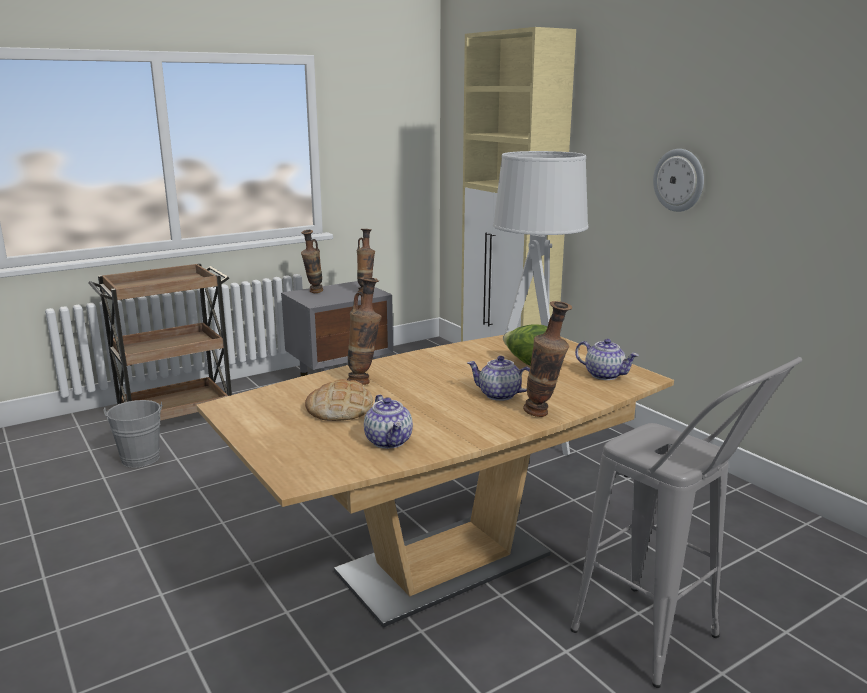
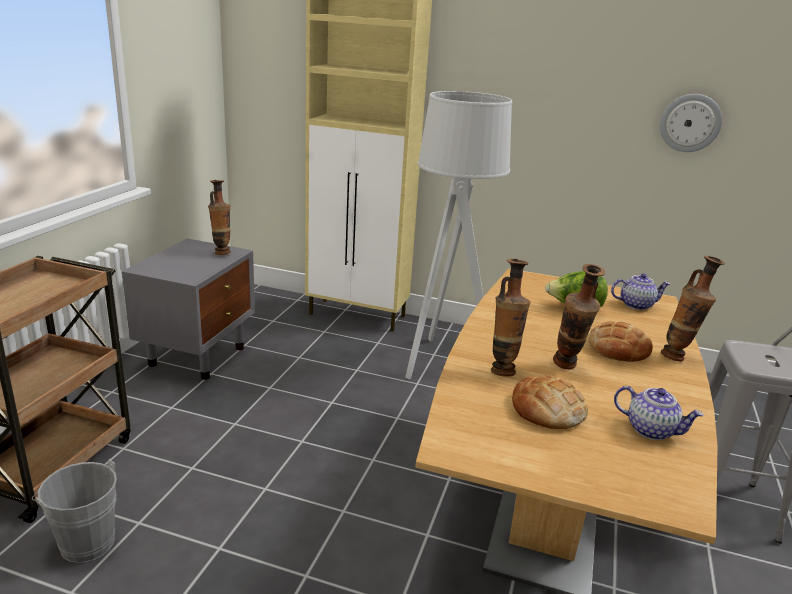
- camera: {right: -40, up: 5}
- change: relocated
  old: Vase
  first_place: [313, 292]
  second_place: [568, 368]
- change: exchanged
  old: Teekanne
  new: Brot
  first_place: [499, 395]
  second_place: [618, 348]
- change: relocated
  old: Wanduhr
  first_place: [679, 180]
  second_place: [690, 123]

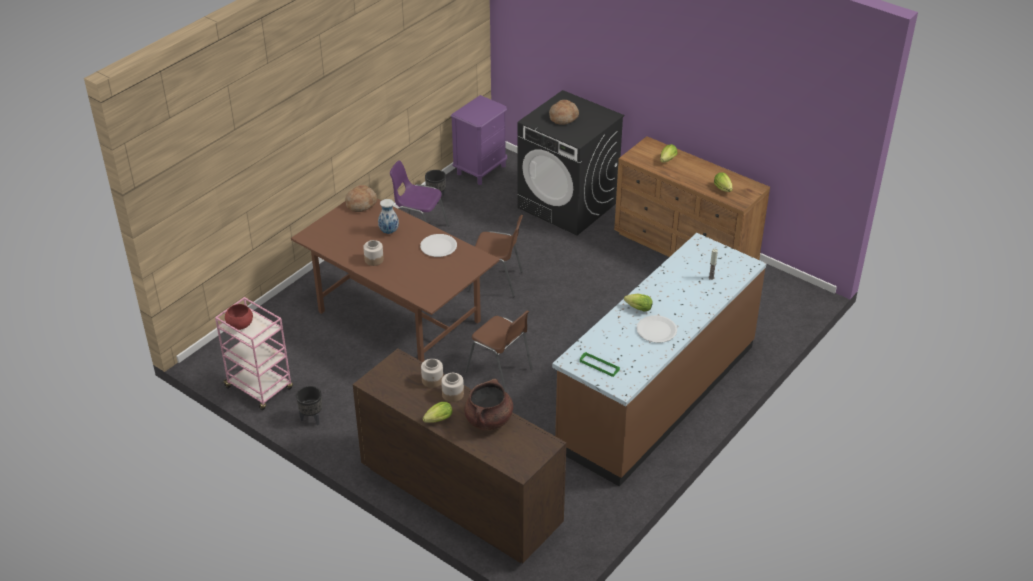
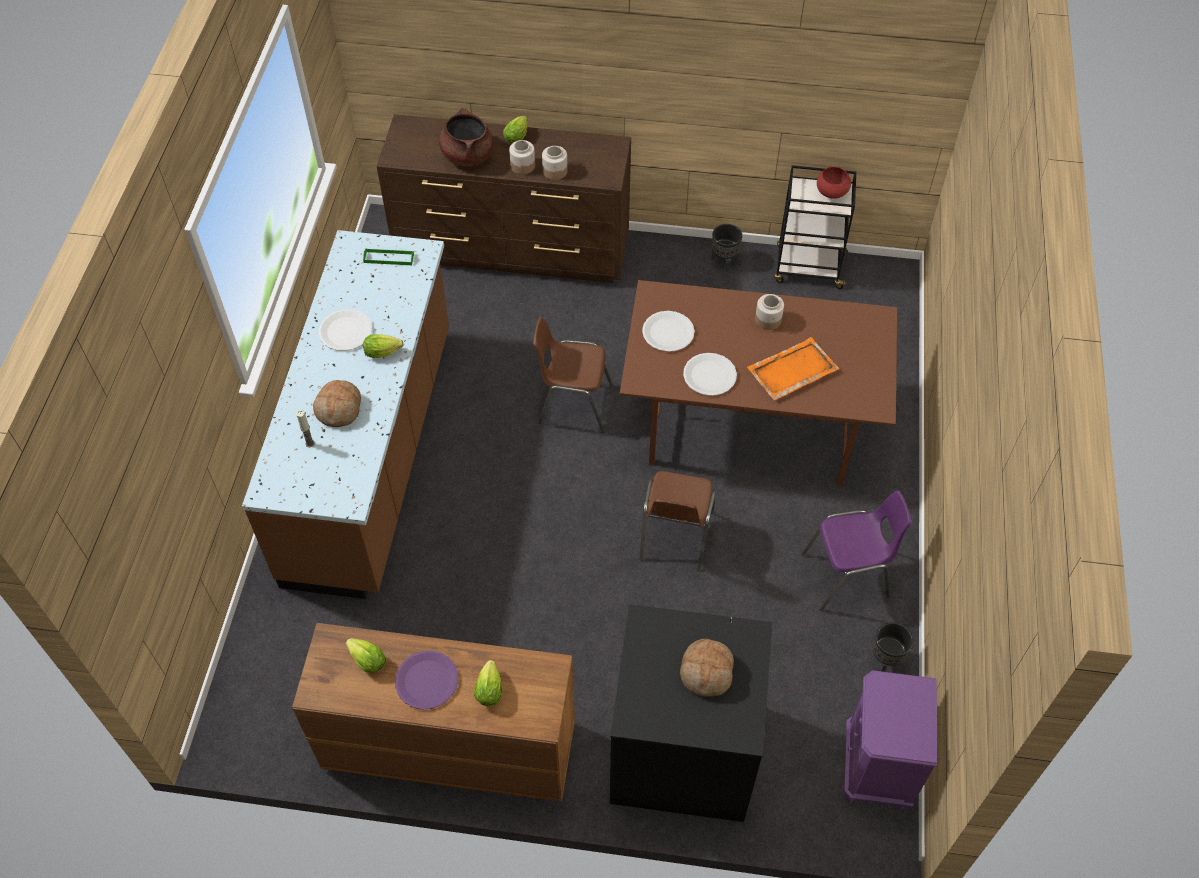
- camera: {right: 150, up: 15}
- change: relocated
  old: Brot
  first_place: [361, 203]
  second_place: [339, 408]
- change: appeared
  new: Teller (lila)
  second_place: [427, 680]
- change: spun
  old: Stuhl (braun)
  first_place: [497, 282]
  second_place: [674, 537]
  degrees: -60
- change: appeared
  new: Teller (weiß)
  second_place: [668, 332]
- change: exchanged
  old: Vase
  new: Tablett (orange)
  first_place: [389, 231]
  second_place: [791, 371]
- change: colour
  old: Rollwagen (rosa)
  new: Rollwagen (schwarz)
  first_place: [260, 388]
  second_place: [808, 268]

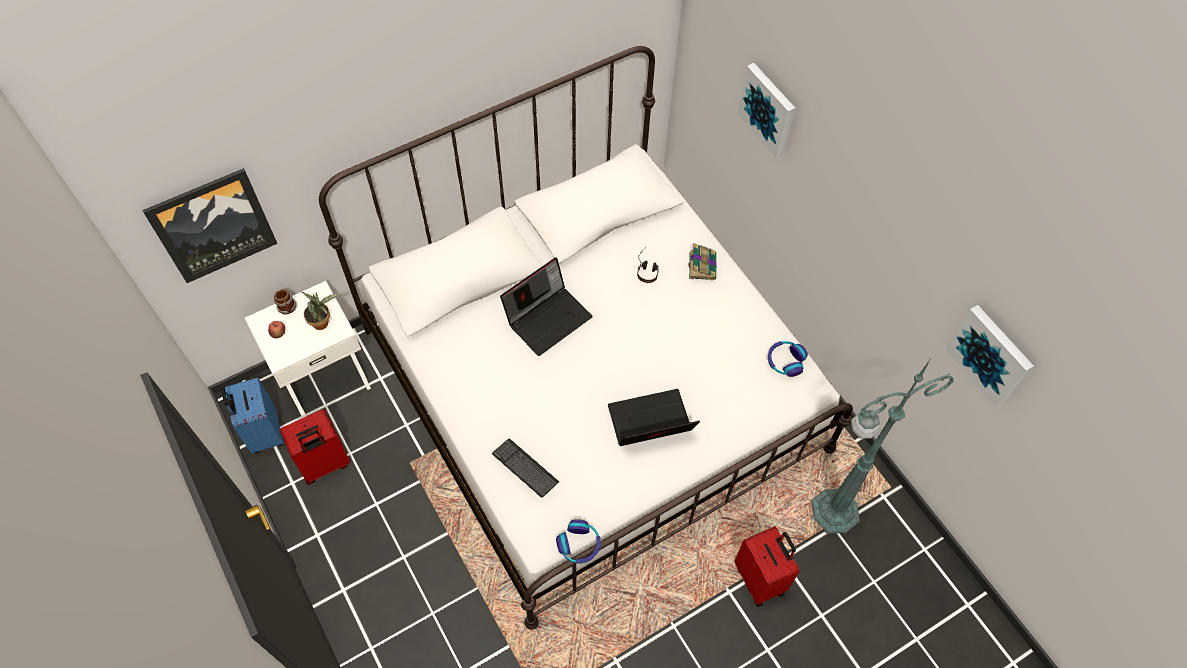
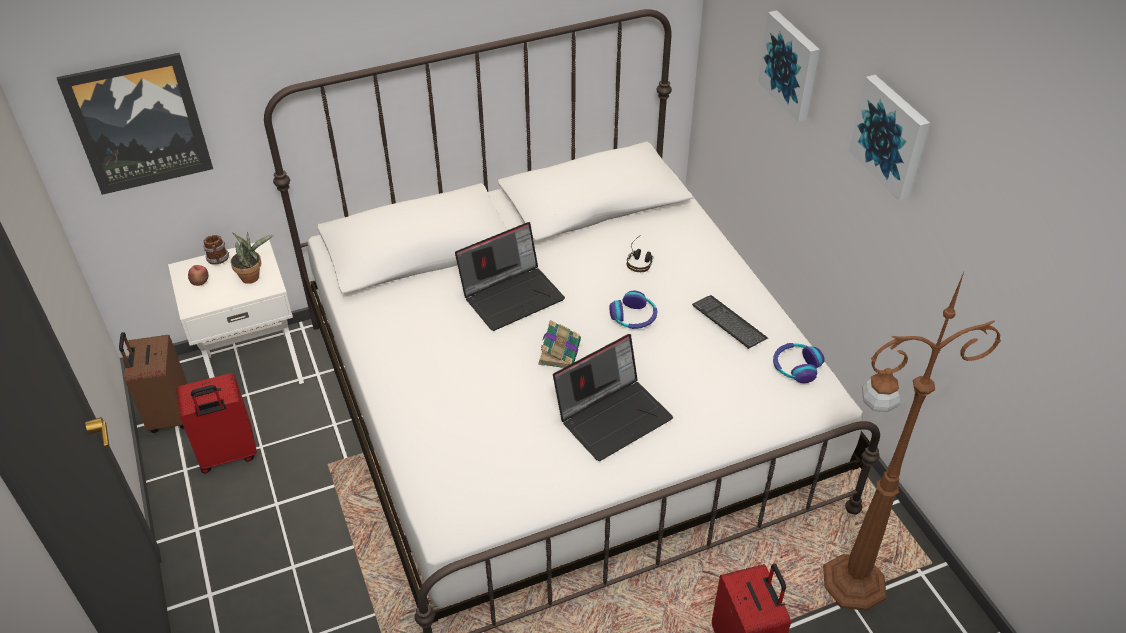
- camera: {right: 10, up: -15}
- change: colour
  old: Koffer (blau)
  new: Koffer (braun)
  first_place: [264, 433]
  second_place: [169, 414]
- change: relocated
  old: Buch
  first_place: [702, 265]
  second_place: [559, 351]
- change: spun
  old: Laptop
  first_place: [649, 424]
  second_place: [613, 415]
  degrees: 150
- change: relocated
  old: Kopfhörer
  first_place: [579, 544]
  second_place: [633, 317]
- change: relocated
  old: Tastatur
  first_place: [525, 468]
  second_place: [729, 323]
- change: colour
  old: Stehlampe (grün)
  new: Stehlampe (braun)
  first_place: [832, 512]
  second_place: [850, 583]
- change: relocated
  old: Bild
  first_place: [990, 354]
  second_place: [892, 136]

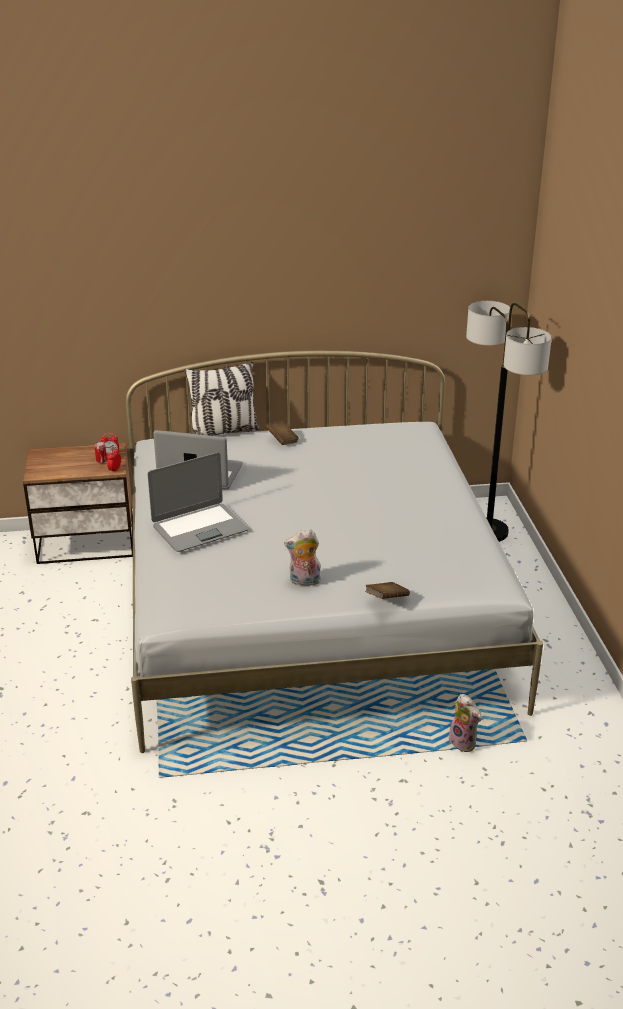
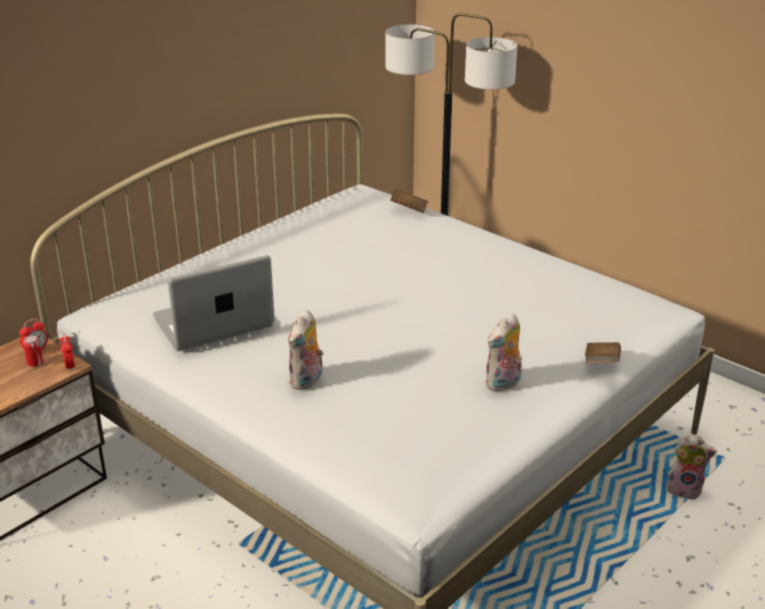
- camera: {right: -40, up: 0}
- change: exchanged
  old: Laptop
  new: Plüschtier
  first_place: [199, 528]
  second_place: [307, 381]
- change: relocated
  old: Buch (braun)
  first_place: [282, 440]
  second_place: [409, 210]
- change: missing
  old: Kissen
  first_place: [224, 432]

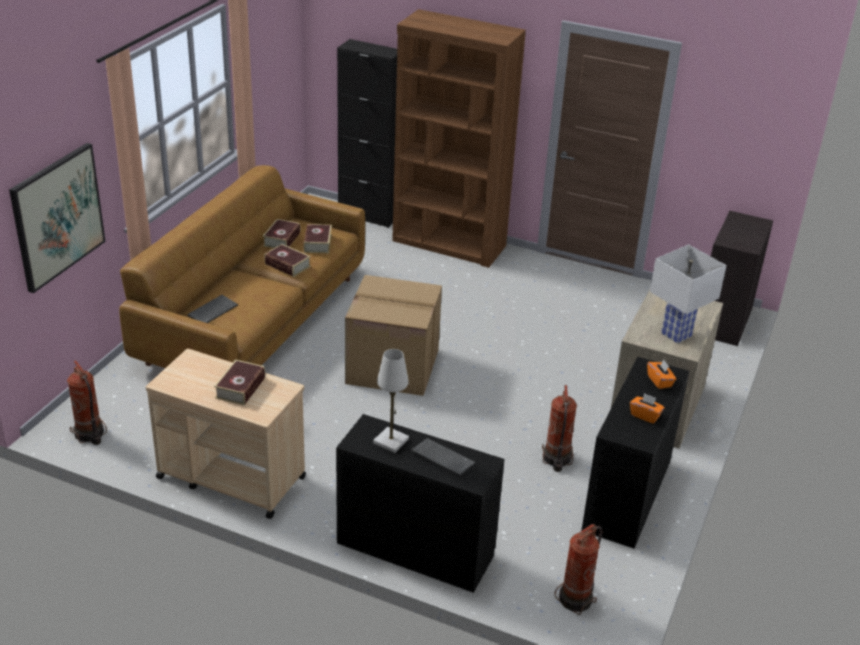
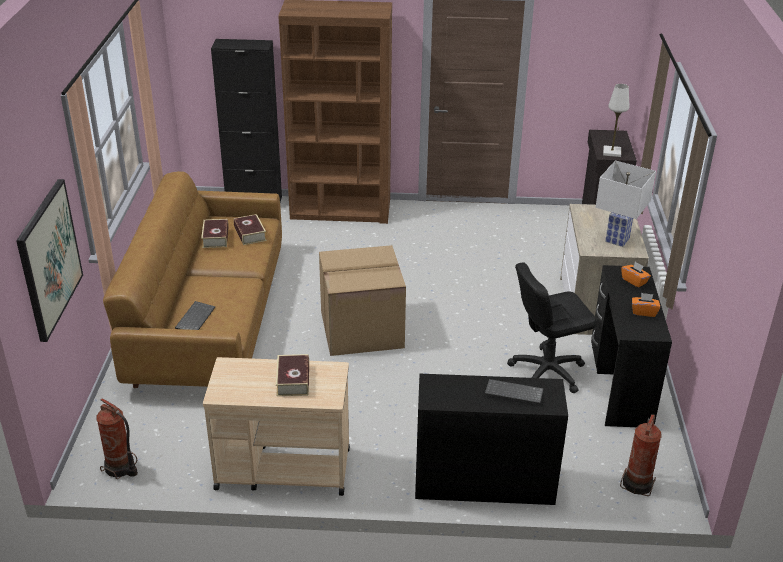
- camera: {right: -20, up: 0}
- change: exchanged
  old: Feuerlöscher
  new: Bürostuhl (schwarz)
  first_place: [556, 459]
  second_place: [547, 372]
- change: relocated
  old: Tischlampe (weiß)
  first_place: [391, 441]
  second_place: [612, 152]
- change: missing
  old: Buch
  first_place: [287, 265]

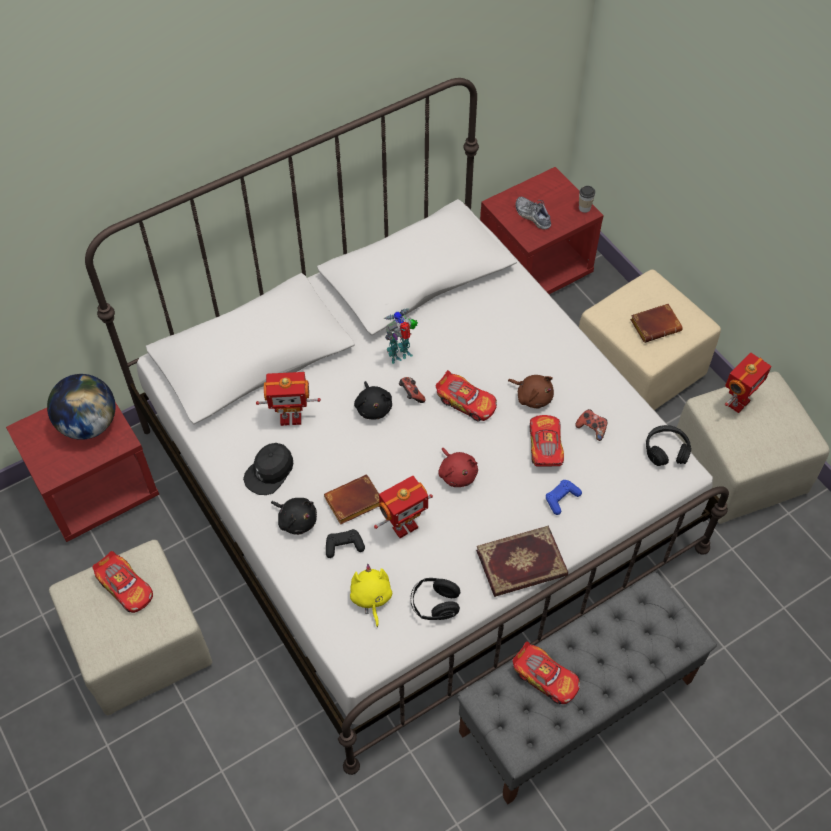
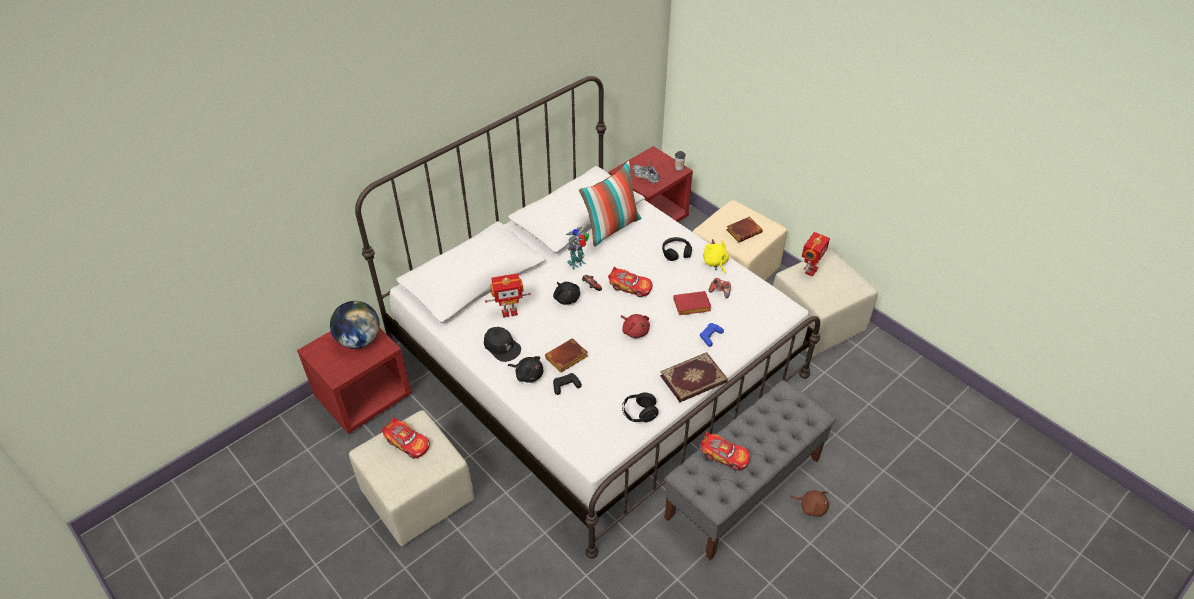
- camera: {right: -10, up: -10}
- change: spun
  old: Kappe (schwarz)
  first_place: [269, 472]
  second_place: [502, 347]
  degrees: -75
- change: appeared
  new: Kissen
  second_place: [611, 227]
- change: relocated
  old: Kopfhörer (schwarz)
  first_place: [666, 450]
  second_place: [676, 252]
- change: exchanged
  old: Spielzeugauto
  new: Buch (rot)
  first_place: [545, 446]
  second_place: [691, 306]
- change: relocated
  old: Plüschtier (gelb)
  first_place: [371, 598]
  second_place: [715, 263]
- change: relocated
  old: Plüschtier (braun)
  first_place: [532, 396]
  second_place: [811, 507]
- change: missing
  old: Spielzeugroboter
  first_place: [404, 526]

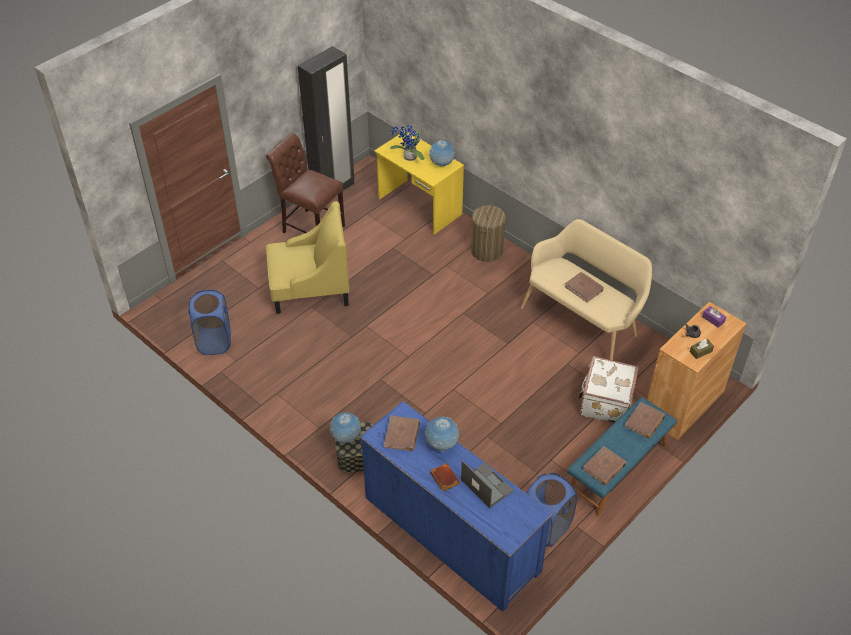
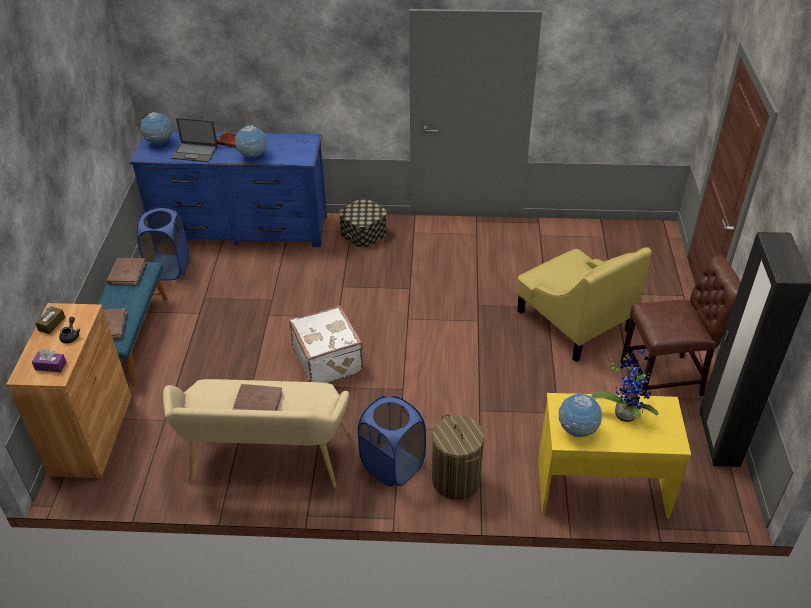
- camera: {right: 140, up: -5}
- change: relocated
  old: Globus
  first_place: [346, 437]
  second_place: [160, 143]
- change: relocated
  old: Koffer (weiß)
  first_place: [605, 402]
  second_place: [329, 360]
- change: relocated
  old: Wäschekorb (blau)
  first_place: [214, 341]
  second_place: [393, 465]
- change: spun
  old: Sessel (gelb)
  first_place: [309, 288]
  second_place: [573, 321]
  degrees: -75
- change: missing
  old: Buch (braun)
  first_place: [402, 435]

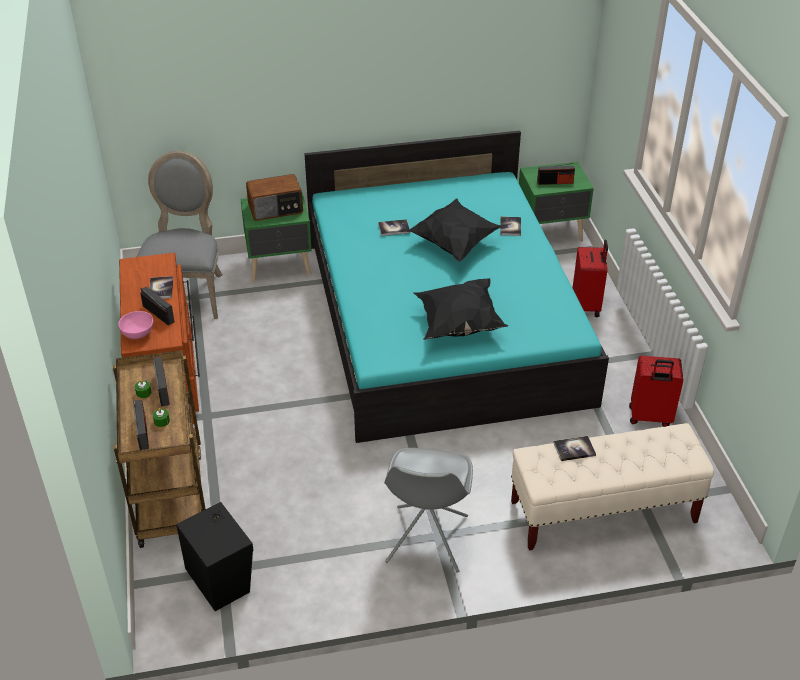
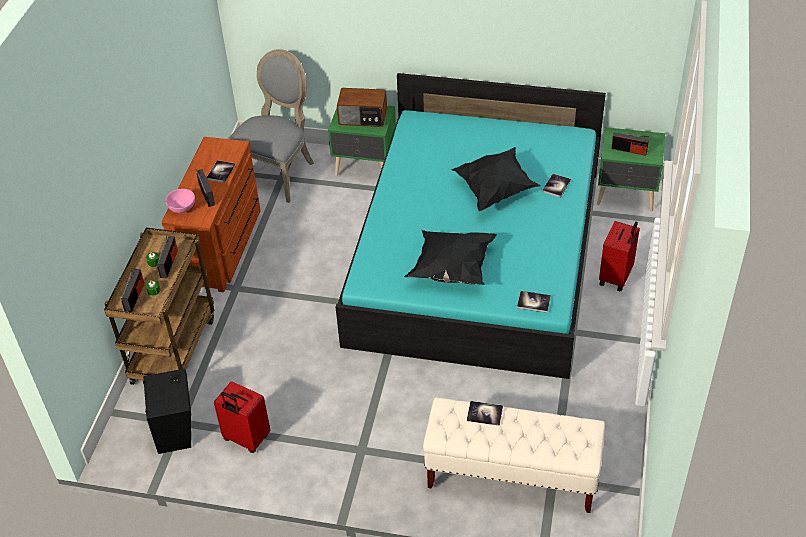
- camera: {right: 25, up: 5}
- change: relocated
  old: Koffer (rot)
  first_place: [650, 417]
  second_place: [246, 439]
- change: relocated
  old: Buch
  first_place: [394, 228]
  second_place: [533, 302]
- change: missing
  old: Stuhl (grau)
  first_place: [426, 540]

